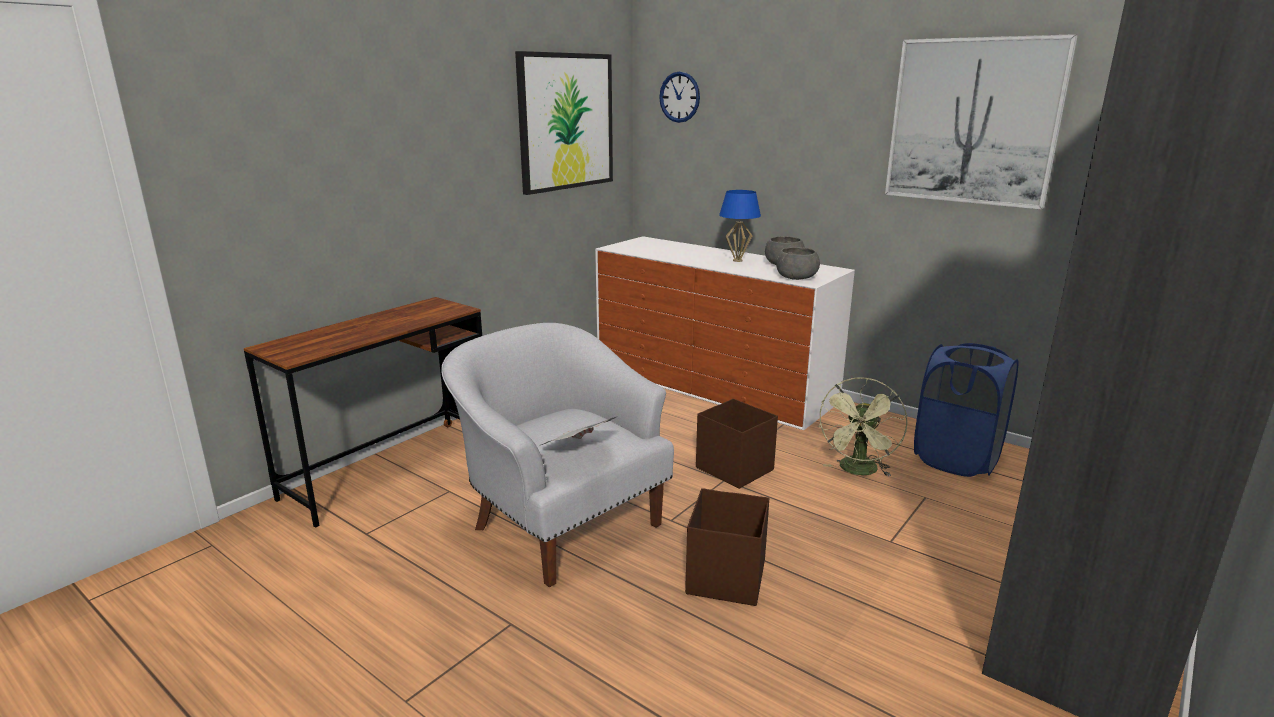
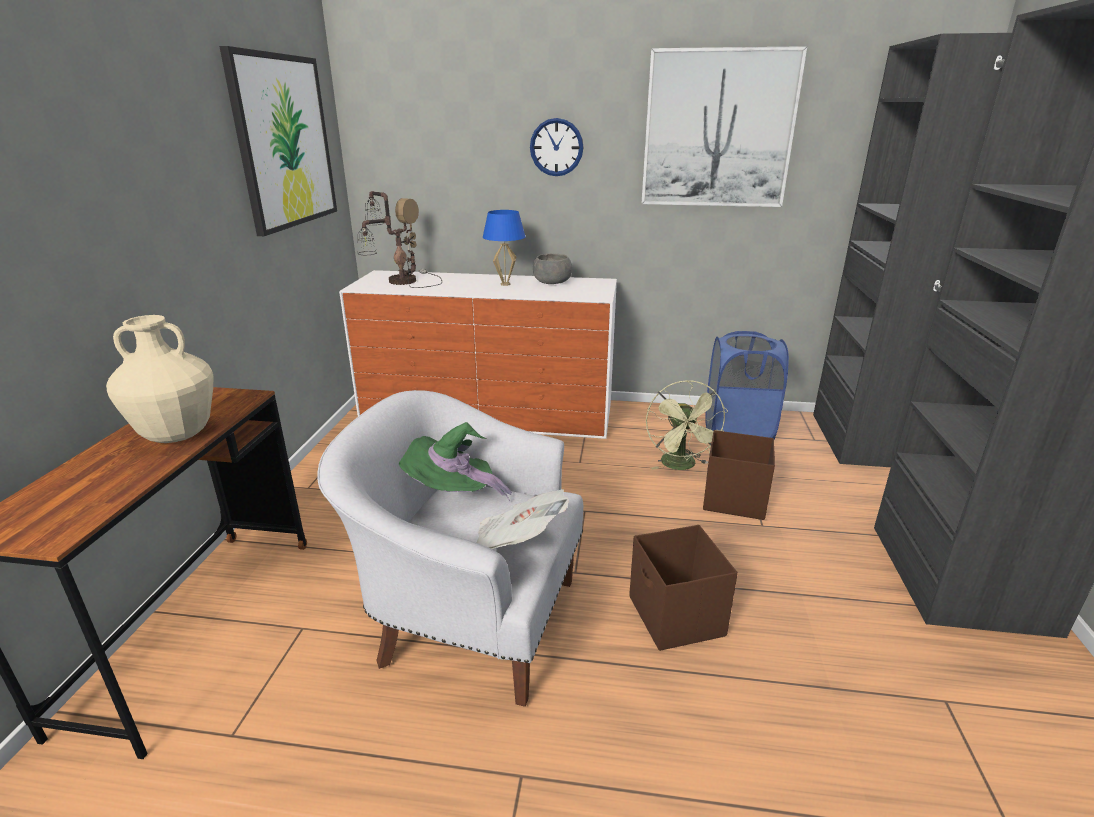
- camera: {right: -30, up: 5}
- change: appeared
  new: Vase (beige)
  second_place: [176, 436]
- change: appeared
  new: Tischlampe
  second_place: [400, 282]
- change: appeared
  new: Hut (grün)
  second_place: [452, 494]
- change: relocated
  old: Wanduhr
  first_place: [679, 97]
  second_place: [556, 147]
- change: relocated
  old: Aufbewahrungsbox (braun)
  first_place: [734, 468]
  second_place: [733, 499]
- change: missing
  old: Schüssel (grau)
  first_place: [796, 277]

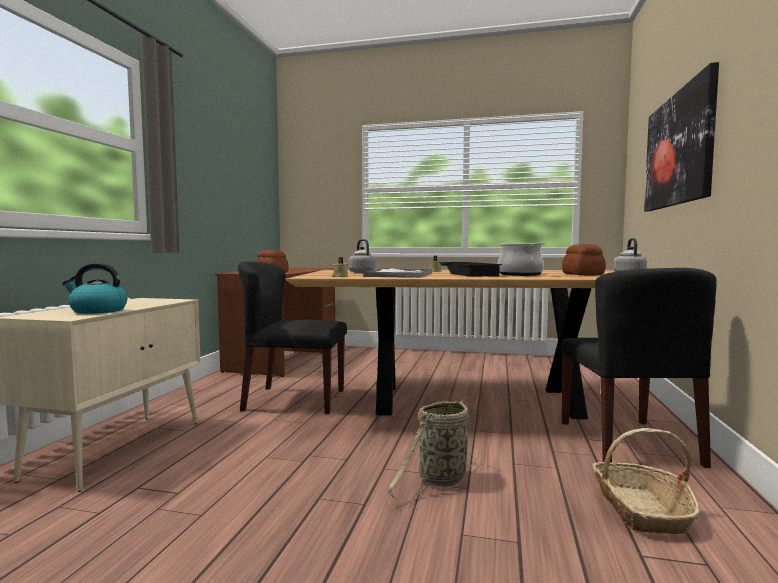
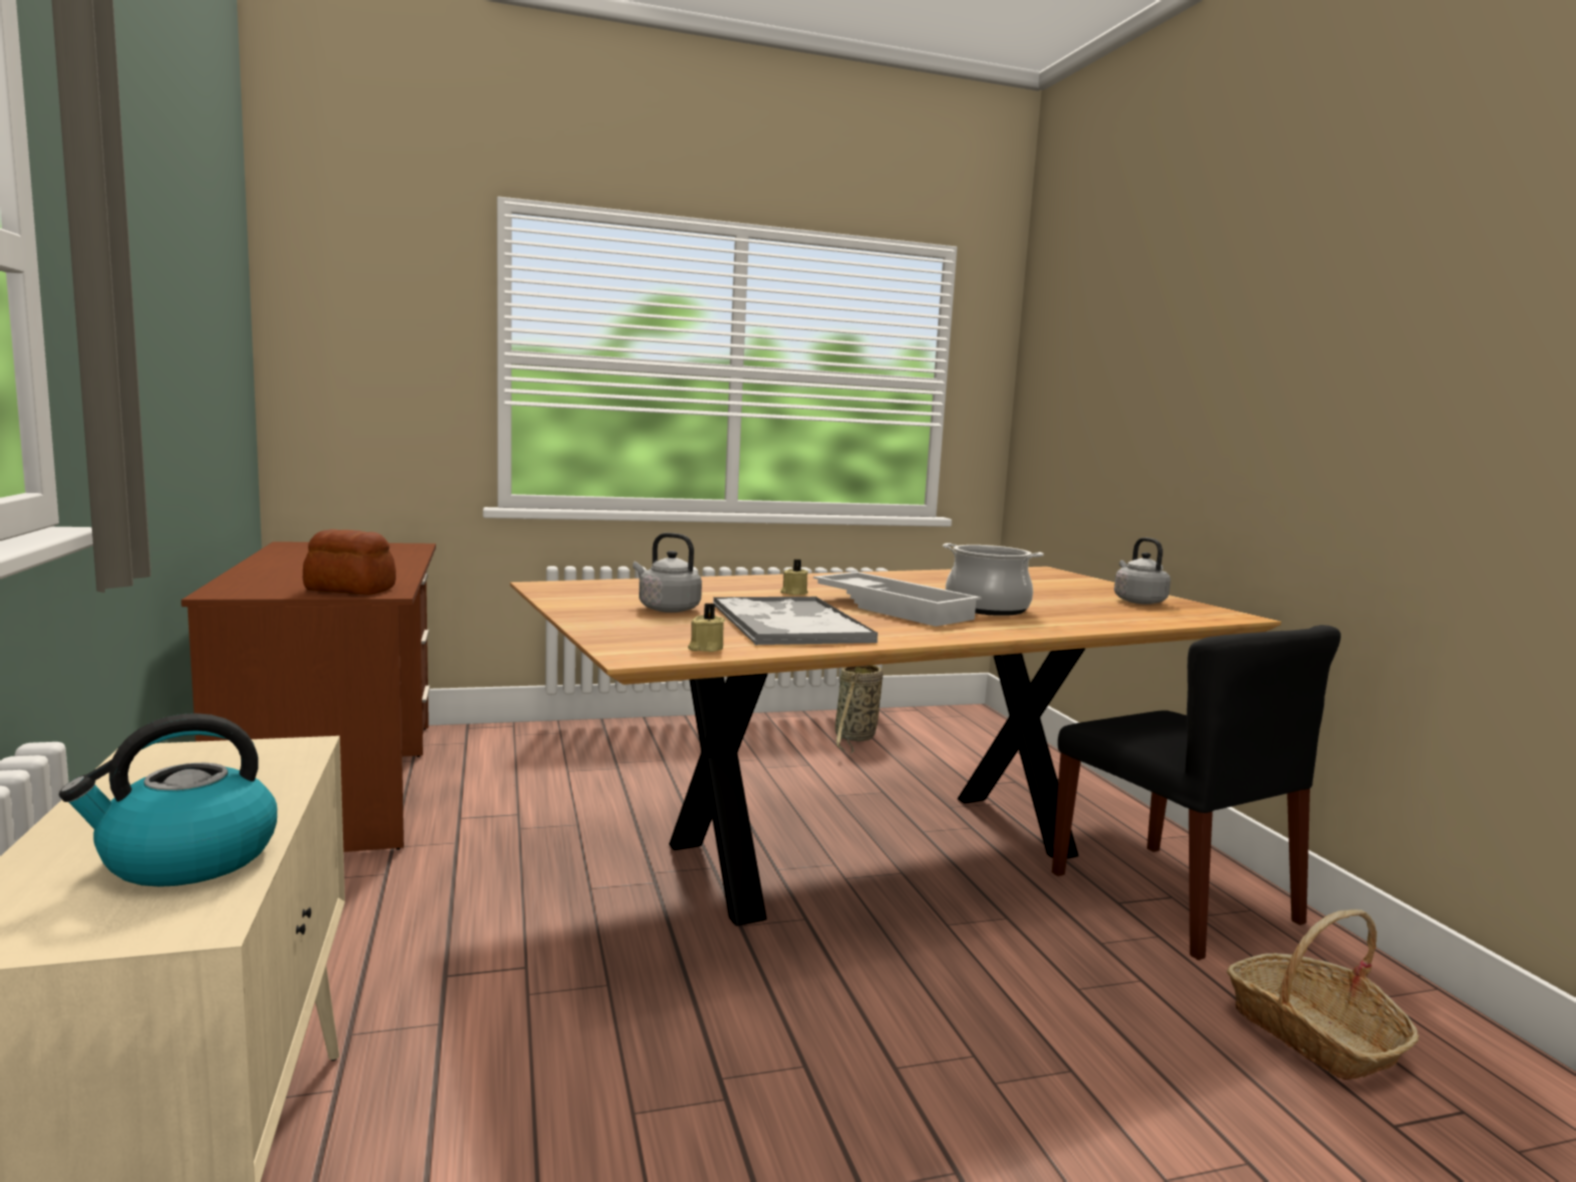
- camera: {right: -30, up: 5}
- change: colour
  old: Tablett (schwarz)
  new: Tablett (weiß)
  first_place: [469, 274]
  second_place: [895, 608]
- change: relocated
  old: Korb
  first_place: [440, 480]
  second_place: [854, 738]
- change: missing
  old: Stuhl (schwarz)
  first_place: [294, 400]
- change: missing
  old: Brot
  first_place: [582, 274]
- change: missing
  old: Bild
  first_place: [678, 150]

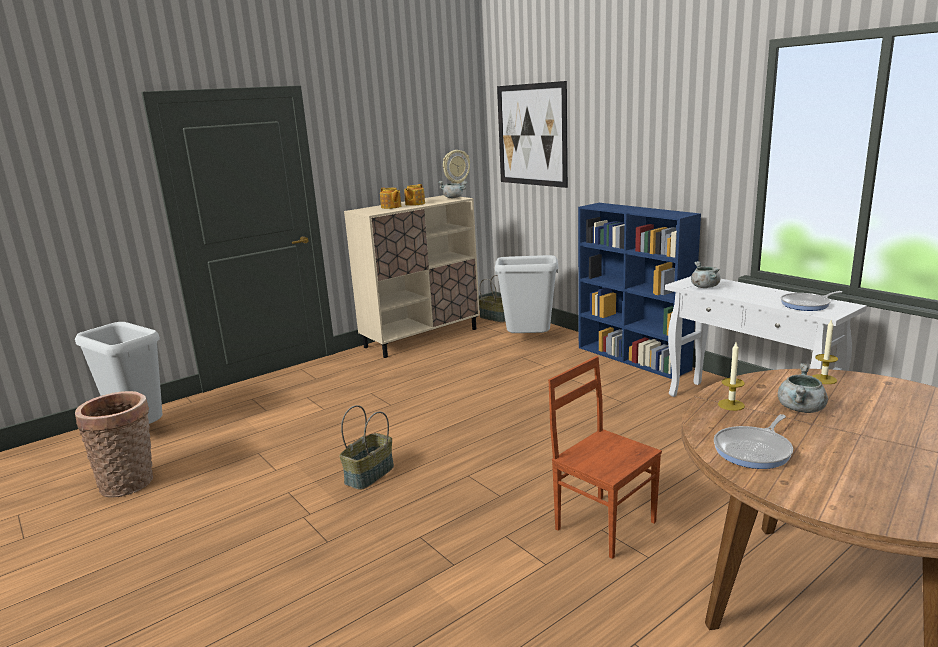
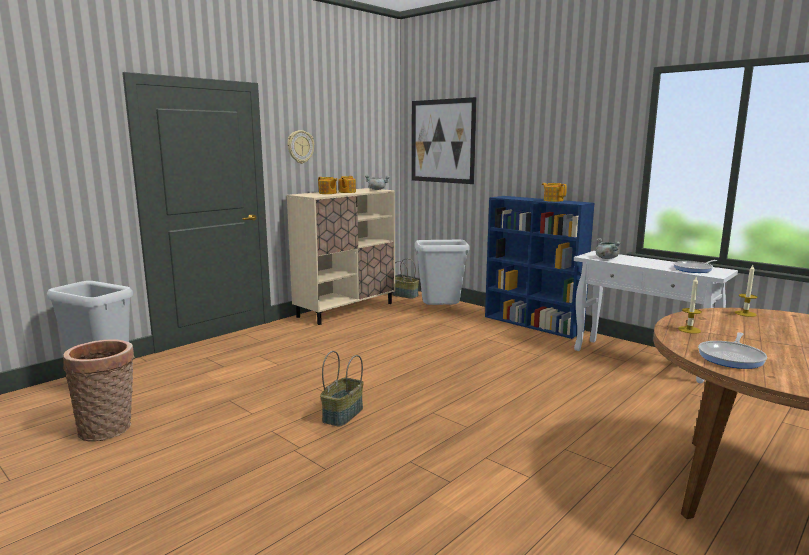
- camera: {right: -10, up: -5}
- change: relocated
  old: Wanduhr
  first_place: [455, 167]
  second_place: [300, 147]
- change: appeared
  new: Teekanne
  second_place: [553, 200]
- change: missing
  old: Stuhl (braun)
  first_place: [605, 524]
- change: missing
  old: Kochtopf (grau)
  first_place: [801, 409]

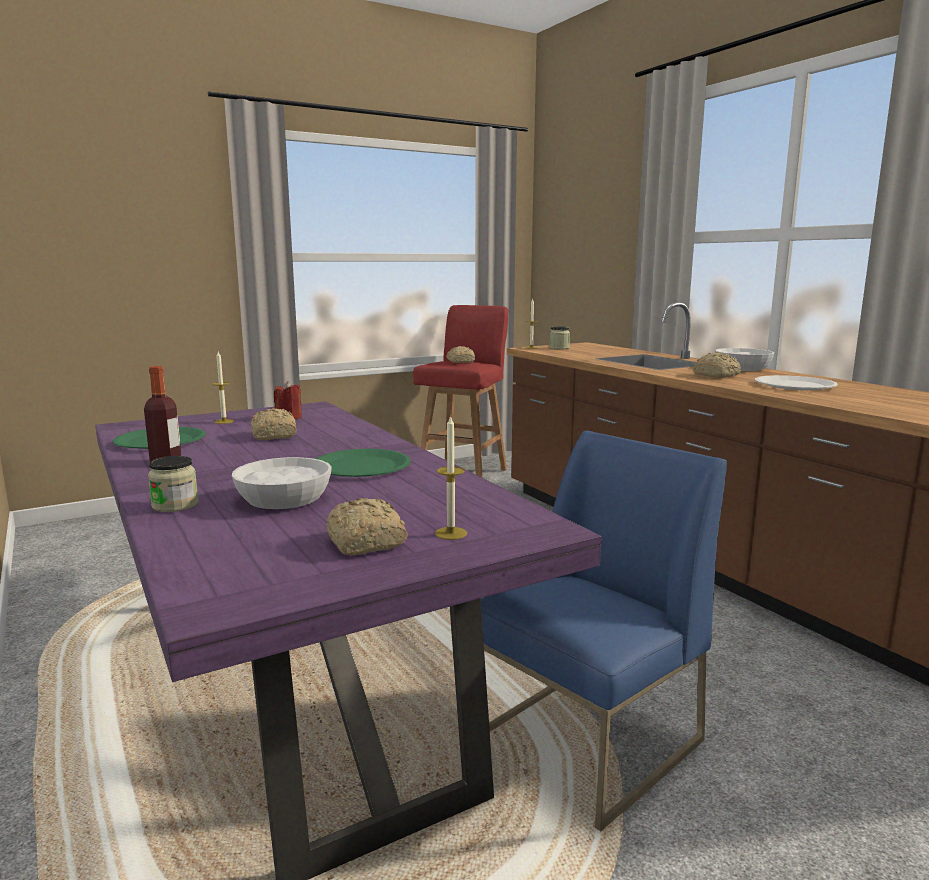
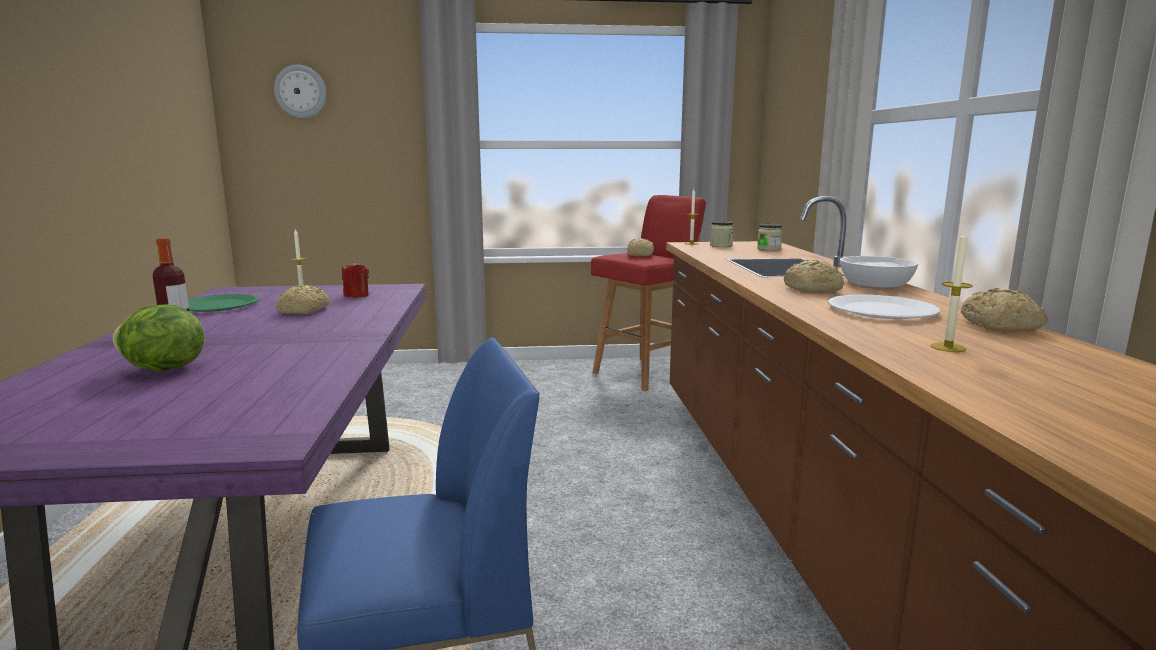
- camera: {right: 25, up: 0}
- change: exchanged
  old: Schüssel (weiß)
  new: Salatkopf
  first_place: [285, 499]
  second_place: [162, 369]
- change: appeared
  new: Wanduhr
  second_place: [301, 91]
- change: relocated
  old: Vorratsglas
  first_place: [175, 505]
  second_place: [768, 249]
- change: relocated
  old: Kerze
  first_place: [451, 533]
  second_place: [948, 347]
- change: relocated
  old: Brot
  first_place: [365, 543]
  second_place: [999, 326]
- change: missing
  old: Teller (grün)
  first_place: [361, 466]

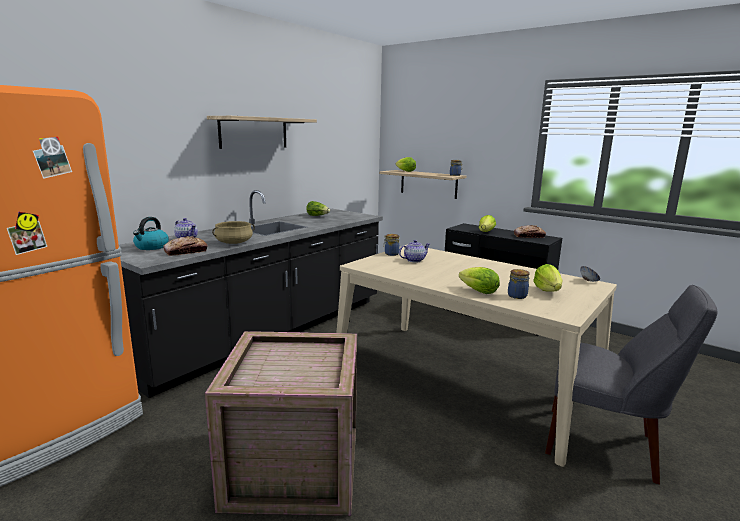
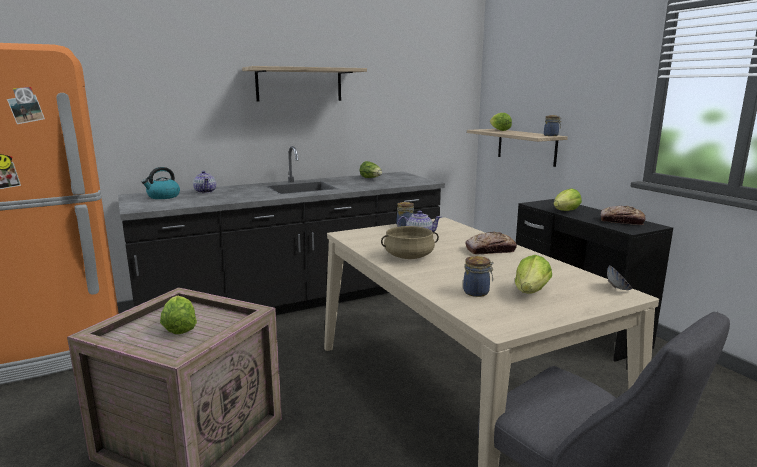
- camera: {right: 25, up: 0}
- change: relocated
  old: Salatkopf
  first_place: [479, 291]
  second_place: [179, 328]
- change: relocated
  old: Kochtopf (beige)
  first_place: [234, 243]
  second_place: [409, 257]
- change: relocated
  old: Brot
  first_place: [186, 252]
  second_place: [490, 250]

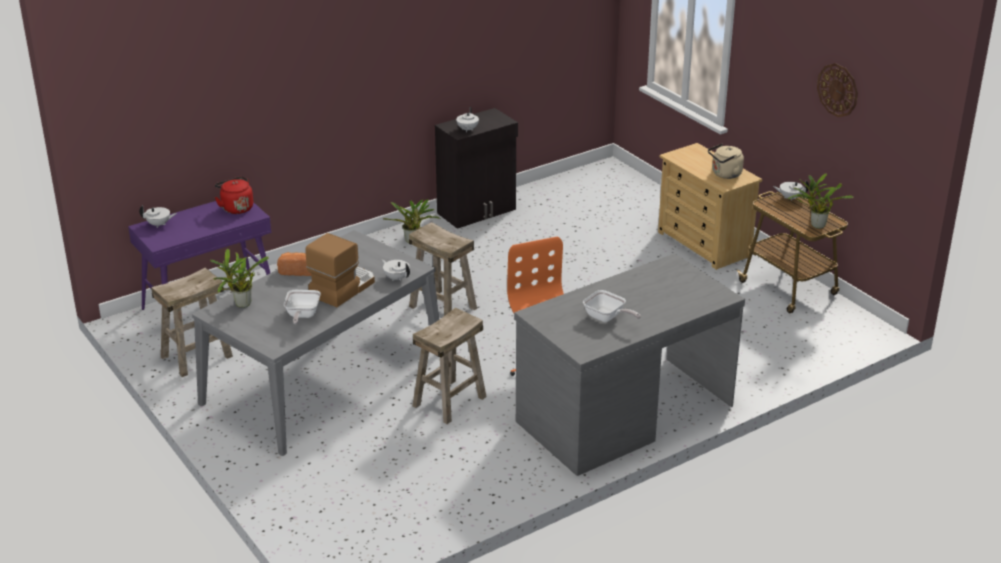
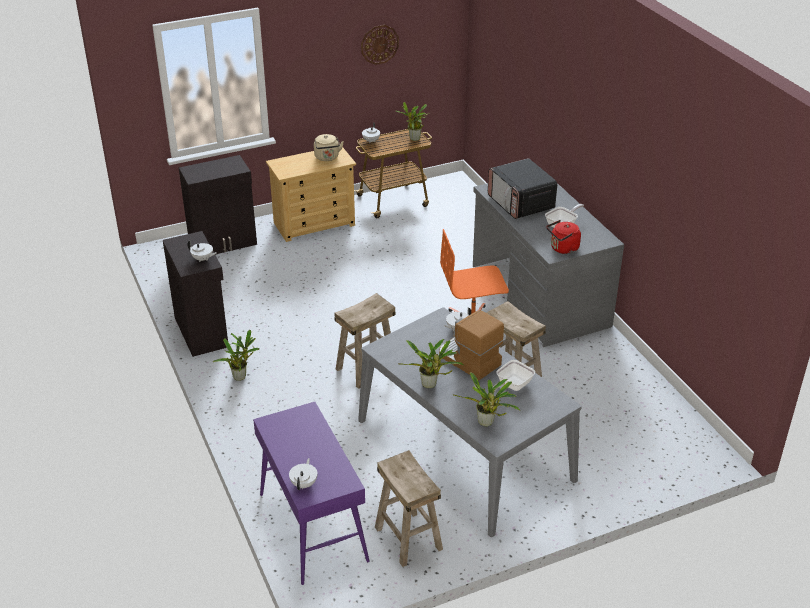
- camera: {right: -80, up: 5}
- change: appeared
  new: Schrank (schwarz)
  second_place: [223, 243]
- change: exchanged
  old: Brot
  new: Topfpflanze
  first_place: [298, 271]
  second_place: [430, 385]
- change: appeared
  new: Mikrowelle
  second_place: [521, 203]
- change: spun
  old: Pfanne
  first_place: [302, 316]
  second_place: [511, 386]
  degrees: 120
- change: relocated
  old: Wasserkessel (rot)
  first_place: [236, 208]
  second_place: [563, 249]

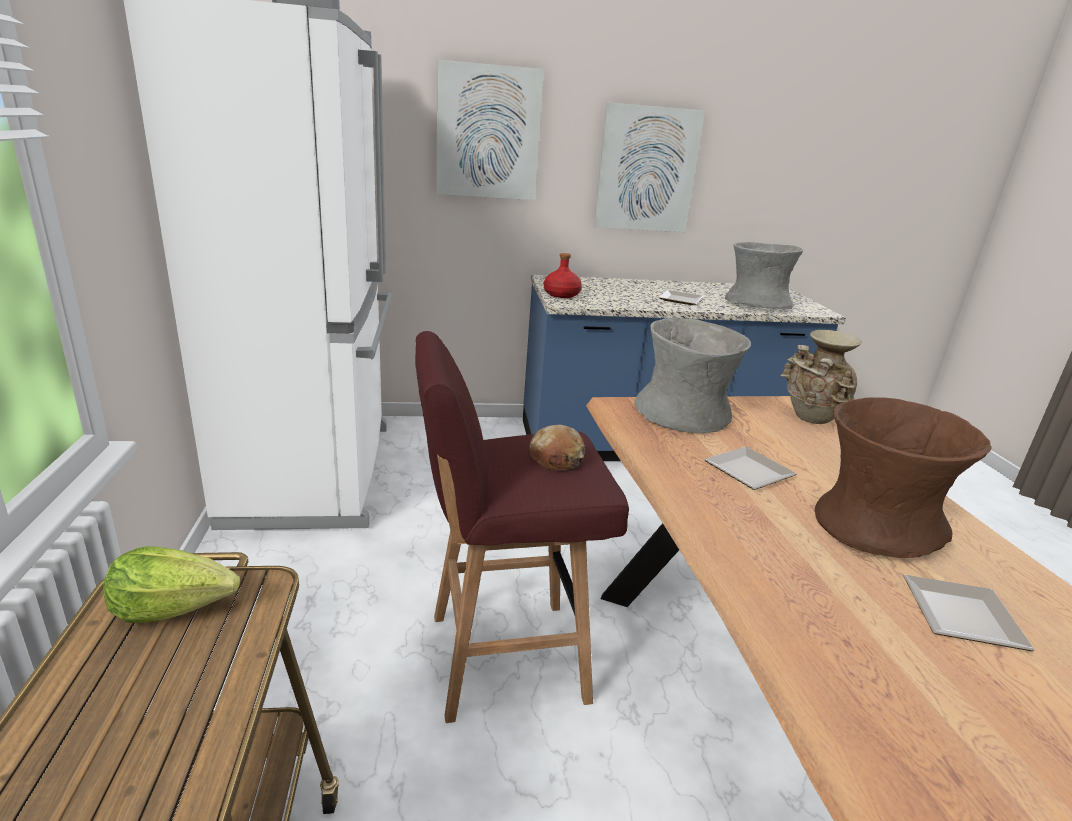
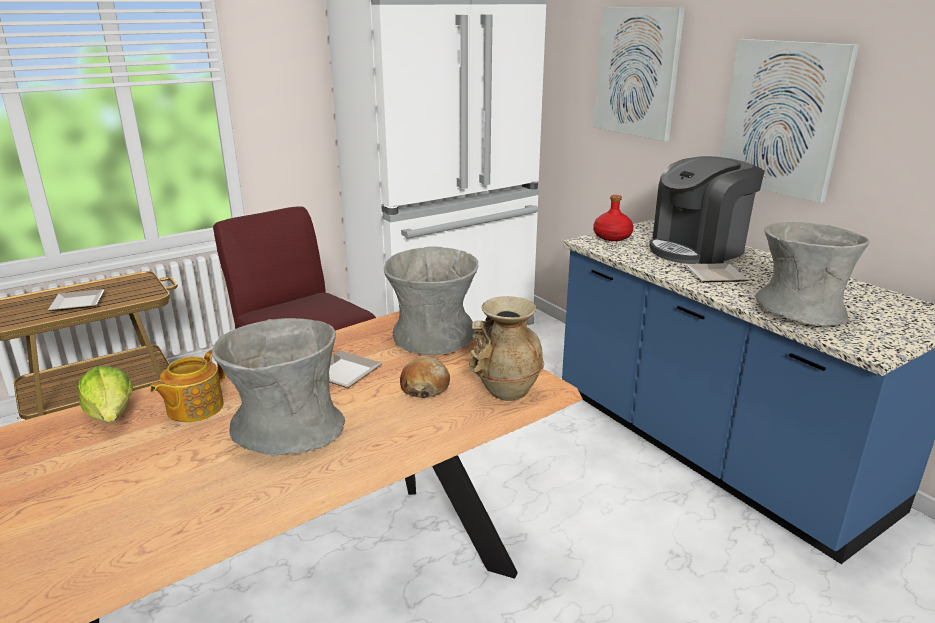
- camera: {right: 65, up: 0}
- change: relocated
  old: Teller
  first_place: [966, 619]
  second_place: [75, 304]
- change: relocated
  old: Salatkopf
  first_place: [174, 607]
  second_place: [112, 414]
- change: appeared
  new: Teekanne
  second_place: [193, 408]
- change: colour
  old: Vase (braun)
  new: Vase (grau)
  first_place: [874, 526]
  second_place: [287, 430]
- change: relocated
  old: Brot
  first_place: [556, 458]
  second_place: [425, 386]
- change: appeared
  new: Kaffeemaschine
  second_place: [698, 249]

